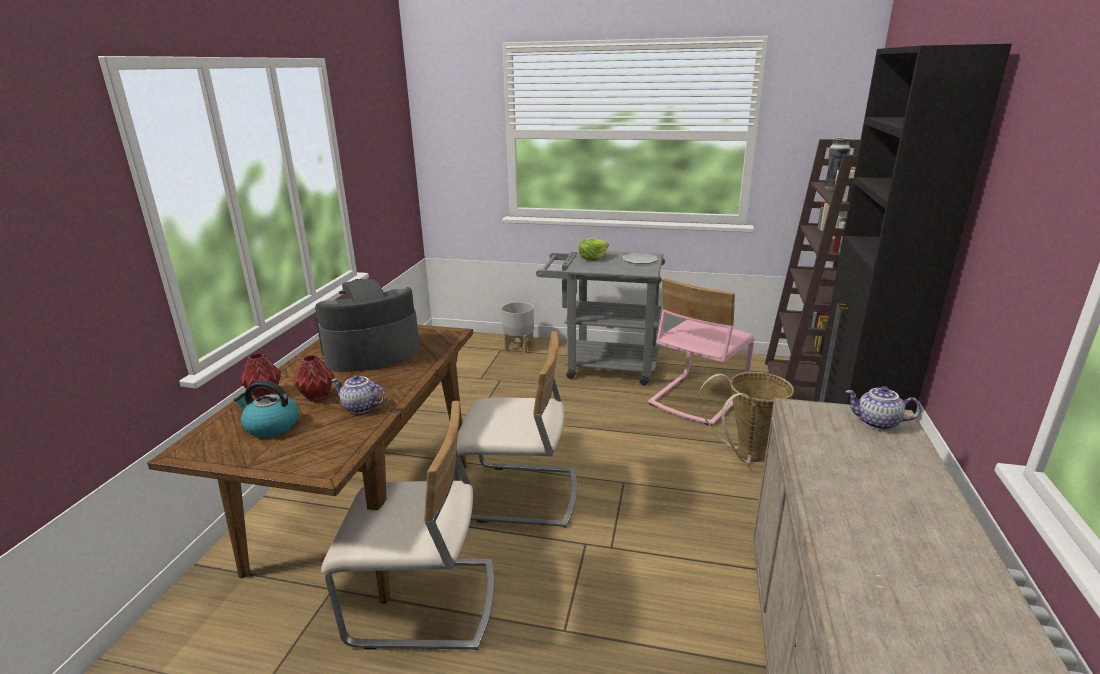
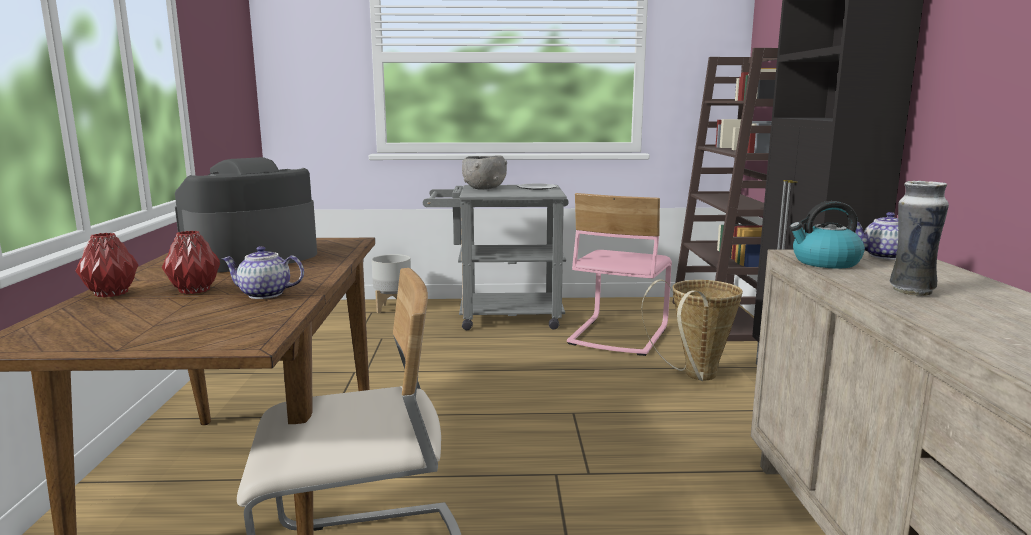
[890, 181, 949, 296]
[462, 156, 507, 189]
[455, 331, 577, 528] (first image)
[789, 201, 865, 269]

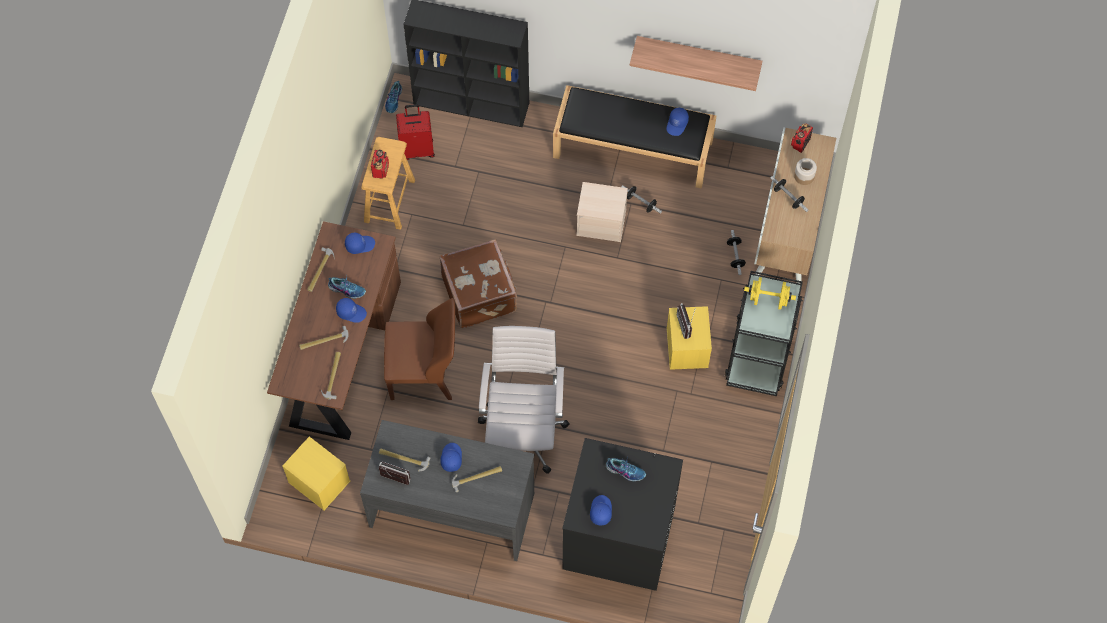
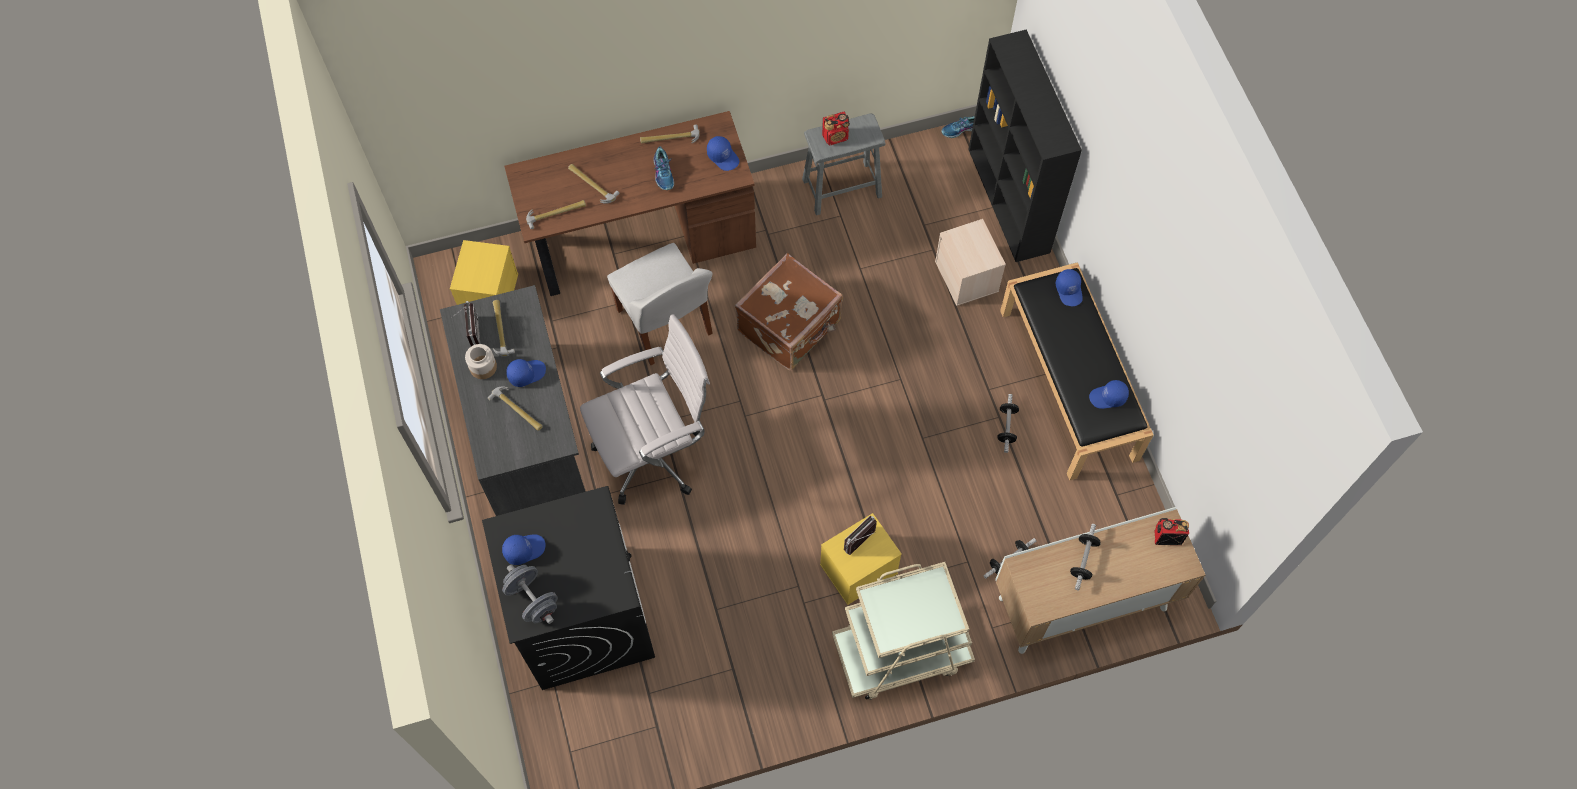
[630, 36, 762, 91] (first image)
[396, 104, 435, 160] (first image)
[802, 113, 886, 215]
[465, 344, 497, 379]
[935, 219, 1006, 306]
[832, 562, 975, 700]
[744, 277, 796, 310] (first image)
[1056, 269, 1083, 306]
[607, 243, 713, 365]
[606, 456, 646, 481] (first image)
[502, 564, 558, 624]

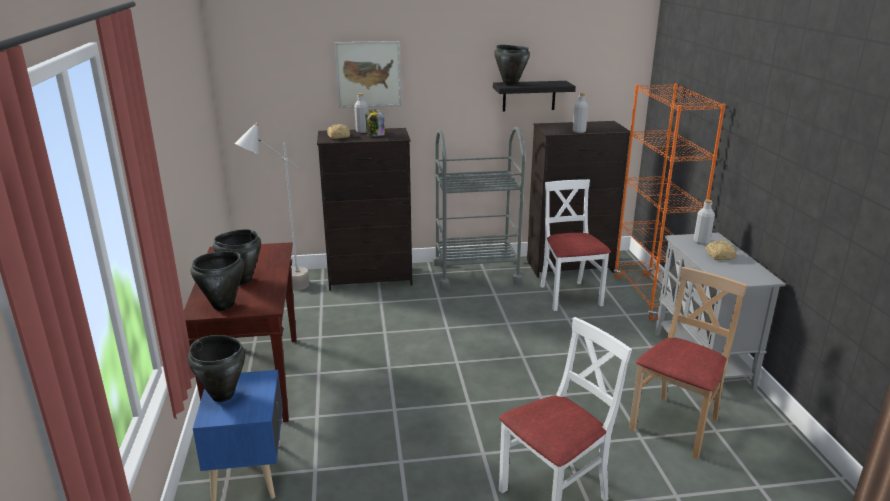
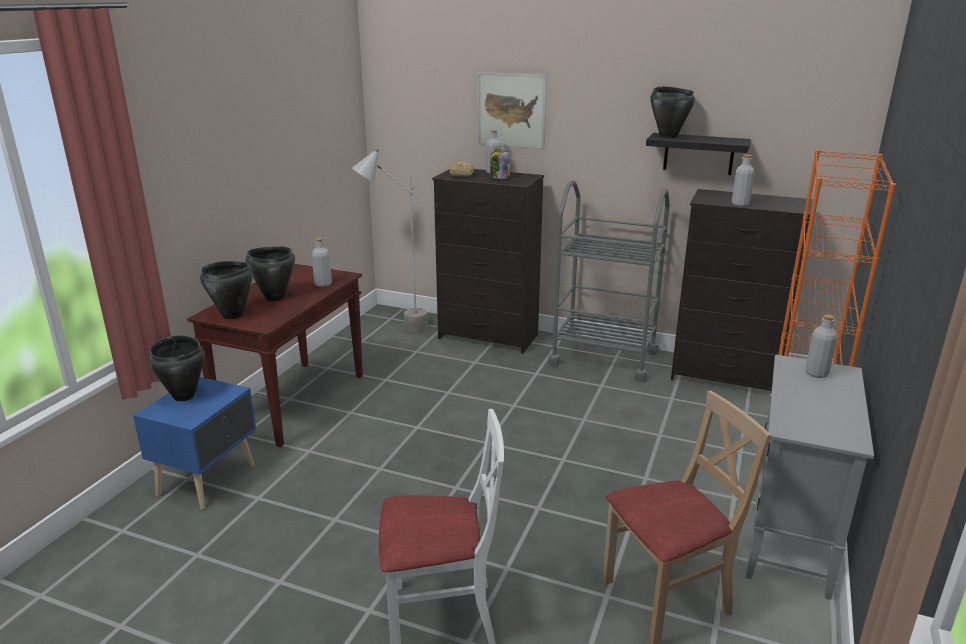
[540, 179, 611, 311] (first image)
[706, 241, 737, 260] (first image)
[312, 238, 332, 287]

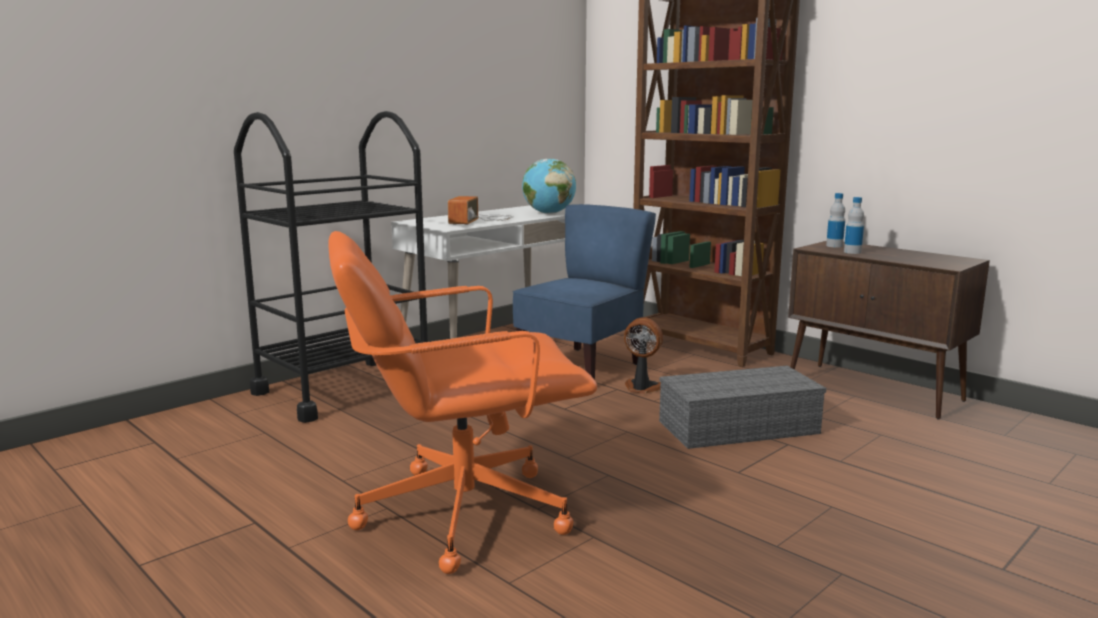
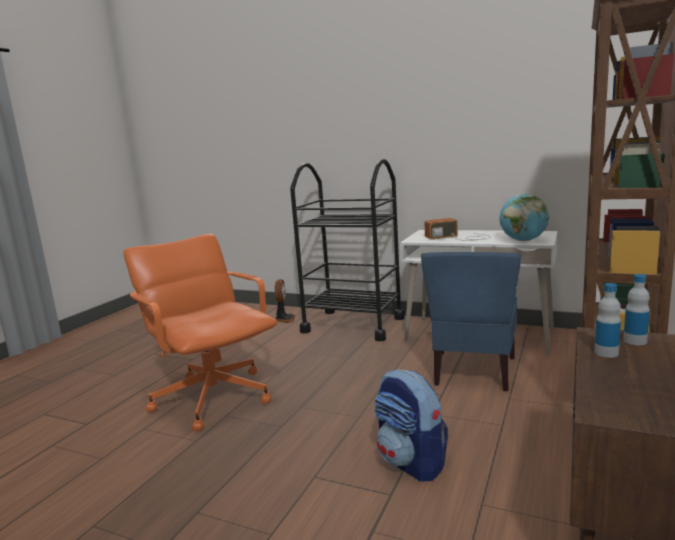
[421, 252, 521, 391]
[275, 279, 295, 323]
[374, 369, 448, 482]

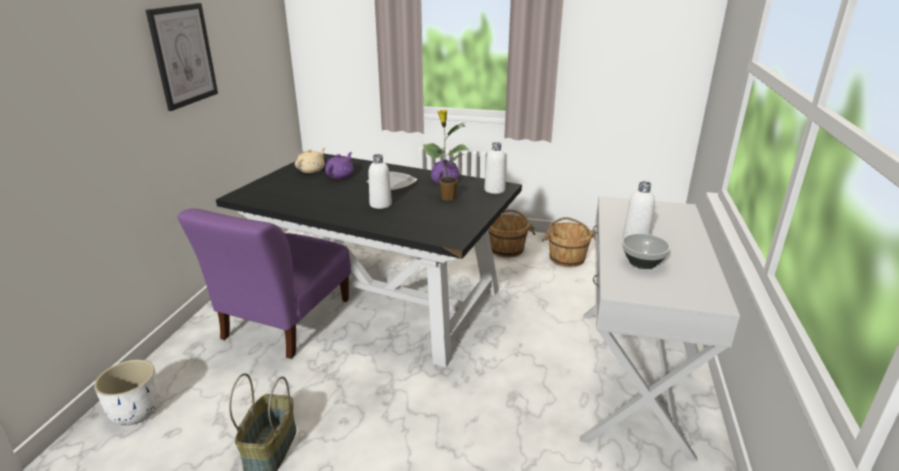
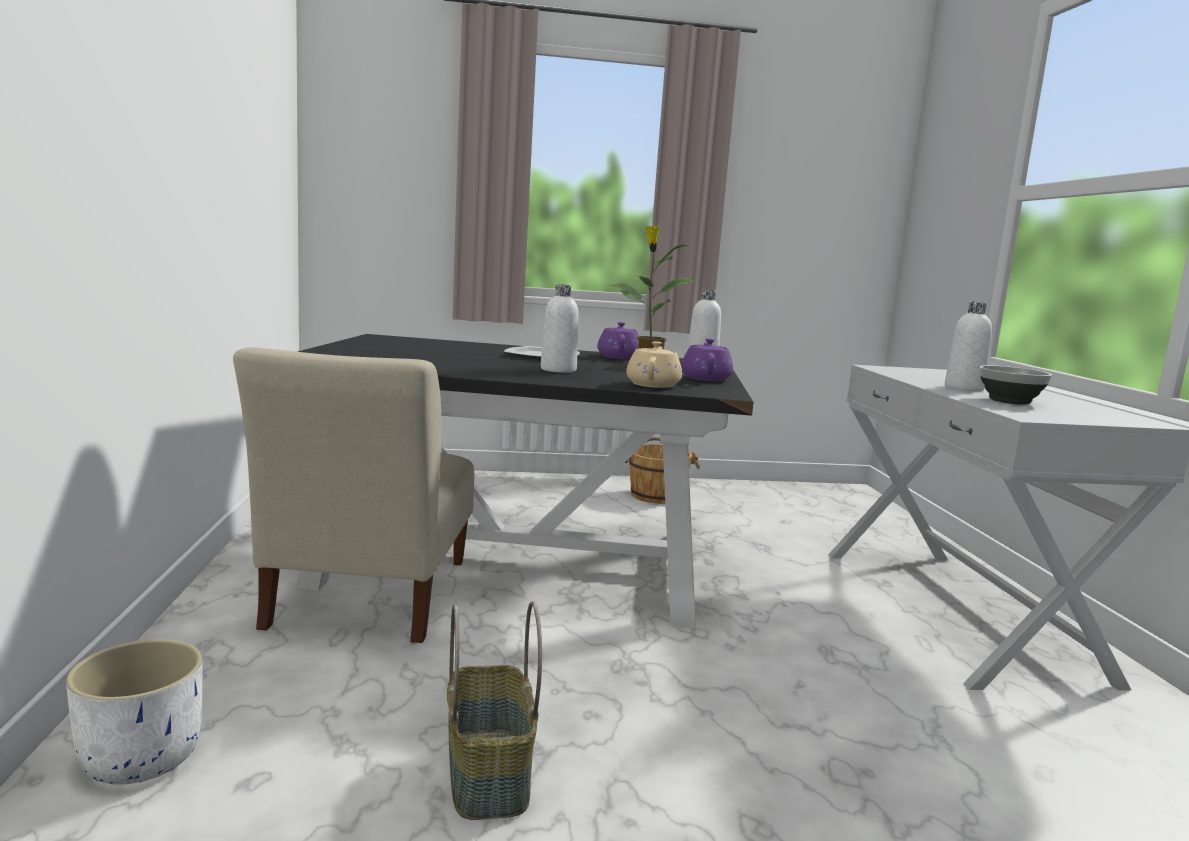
[146, 3, 218, 111] (first image)
[626, 341, 682, 388]
[681, 338, 733, 381]
[233, 347, 474, 643]
[541, 217, 596, 267] (first image)

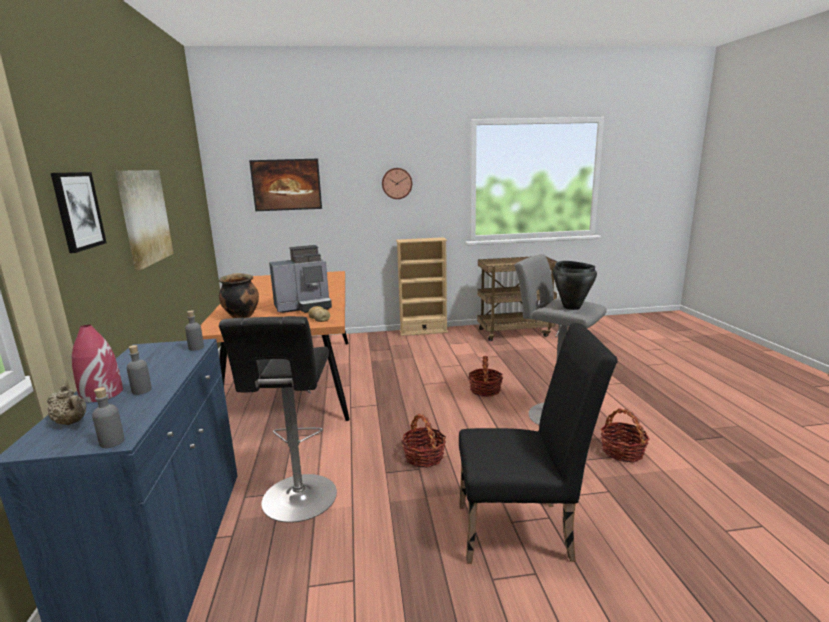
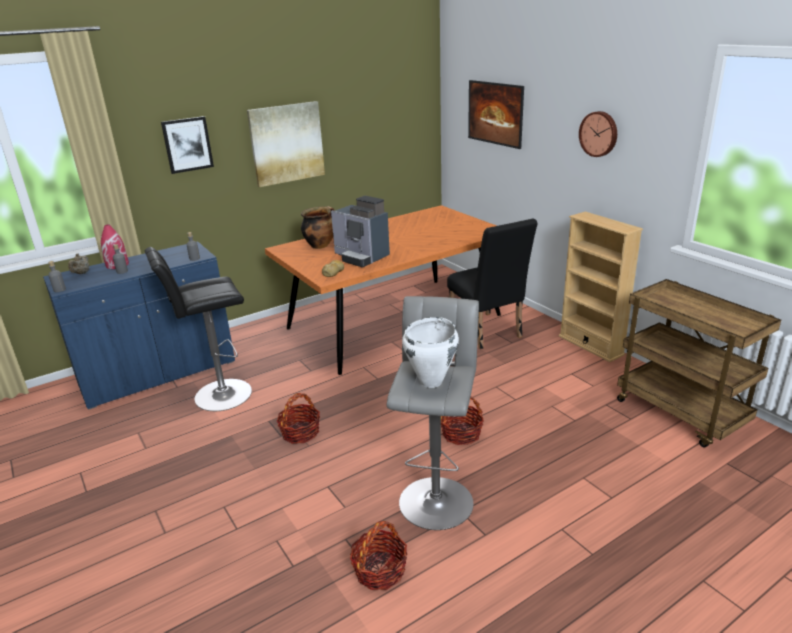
[402, 317, 459, 388]
[447, 219, 538, 349]

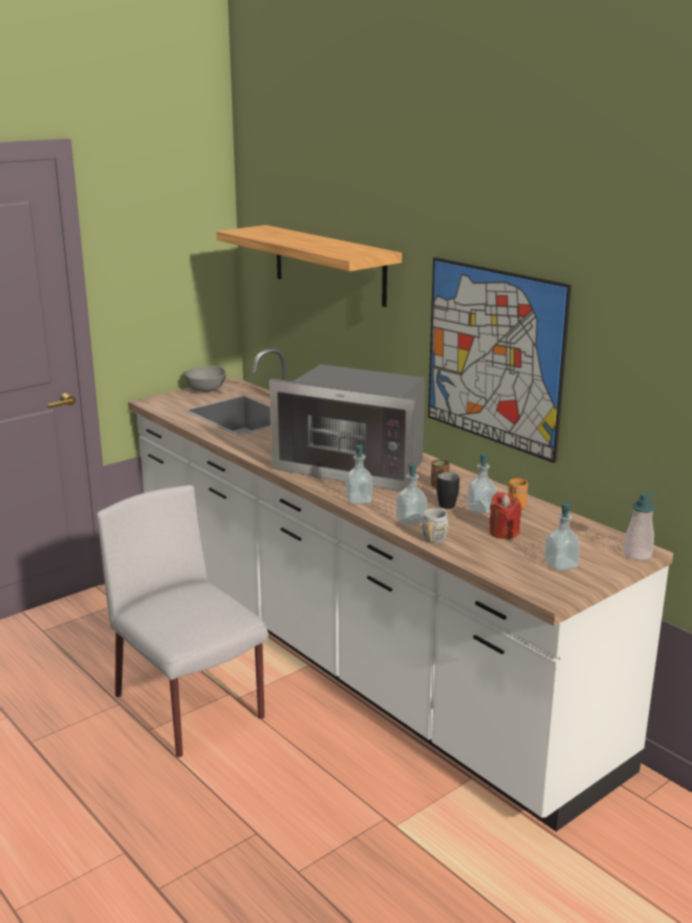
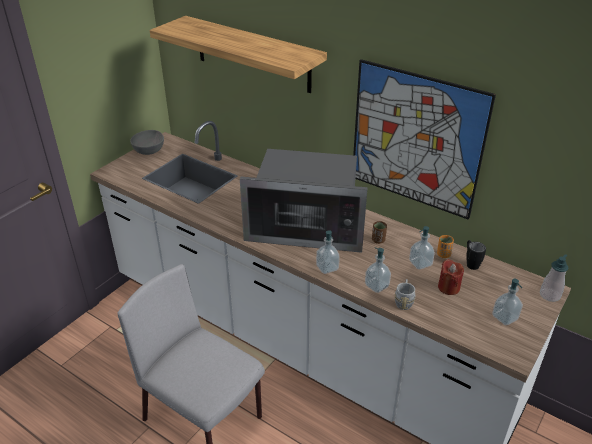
[466, 240, 486, 270]

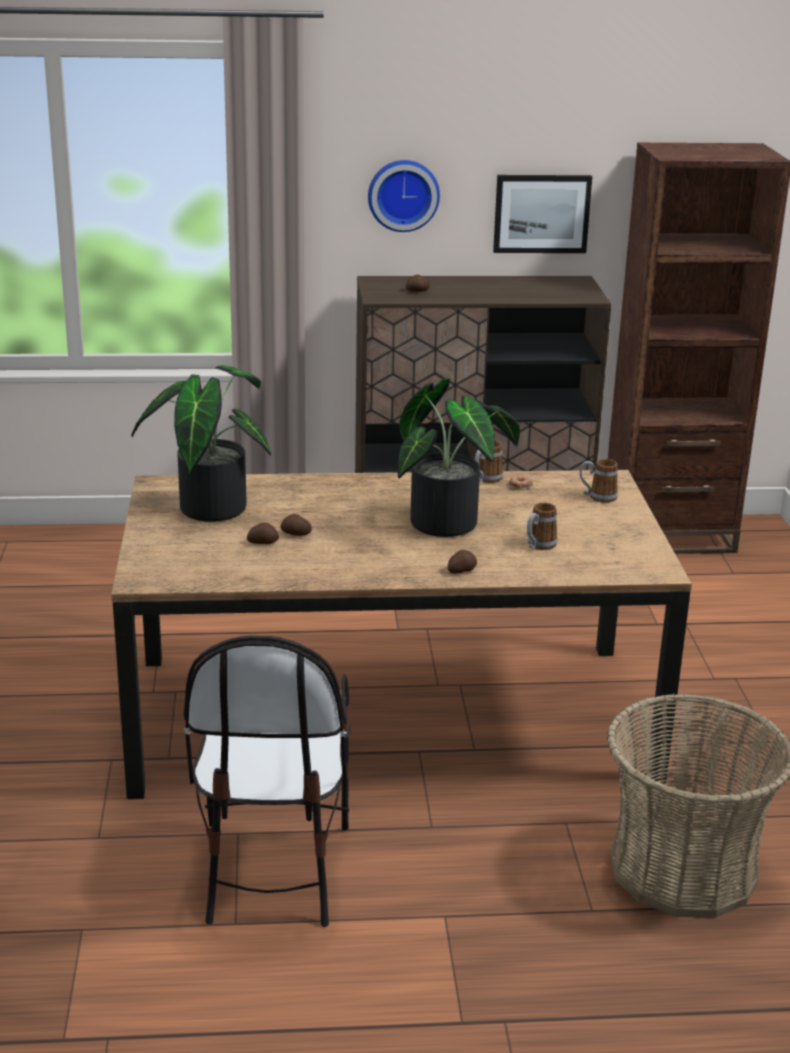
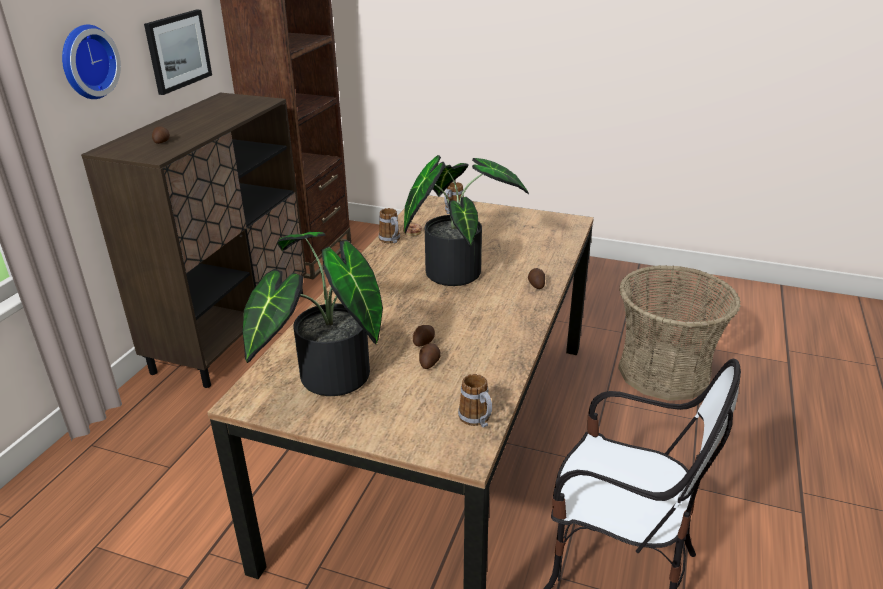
[458, 374, 492, 428]

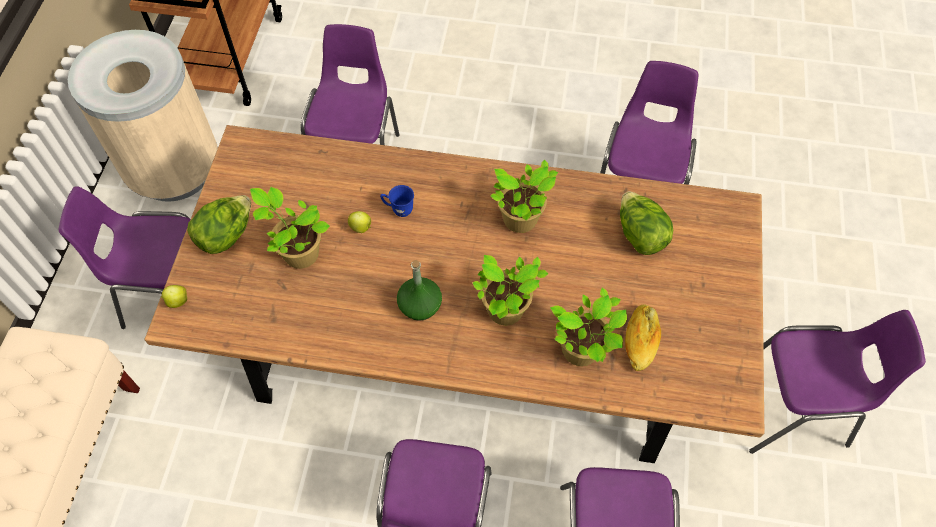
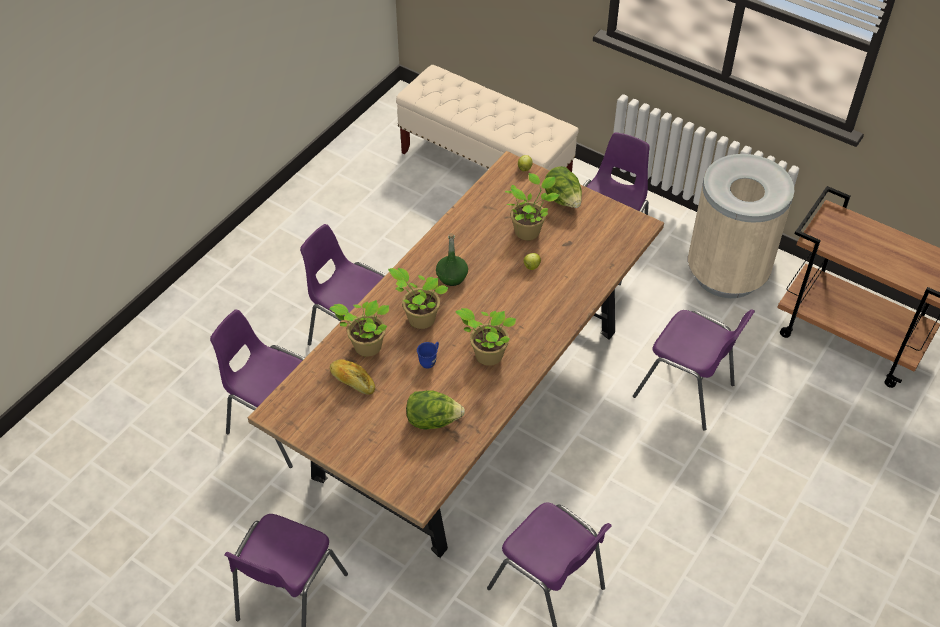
[417, 342, 439, 369]

